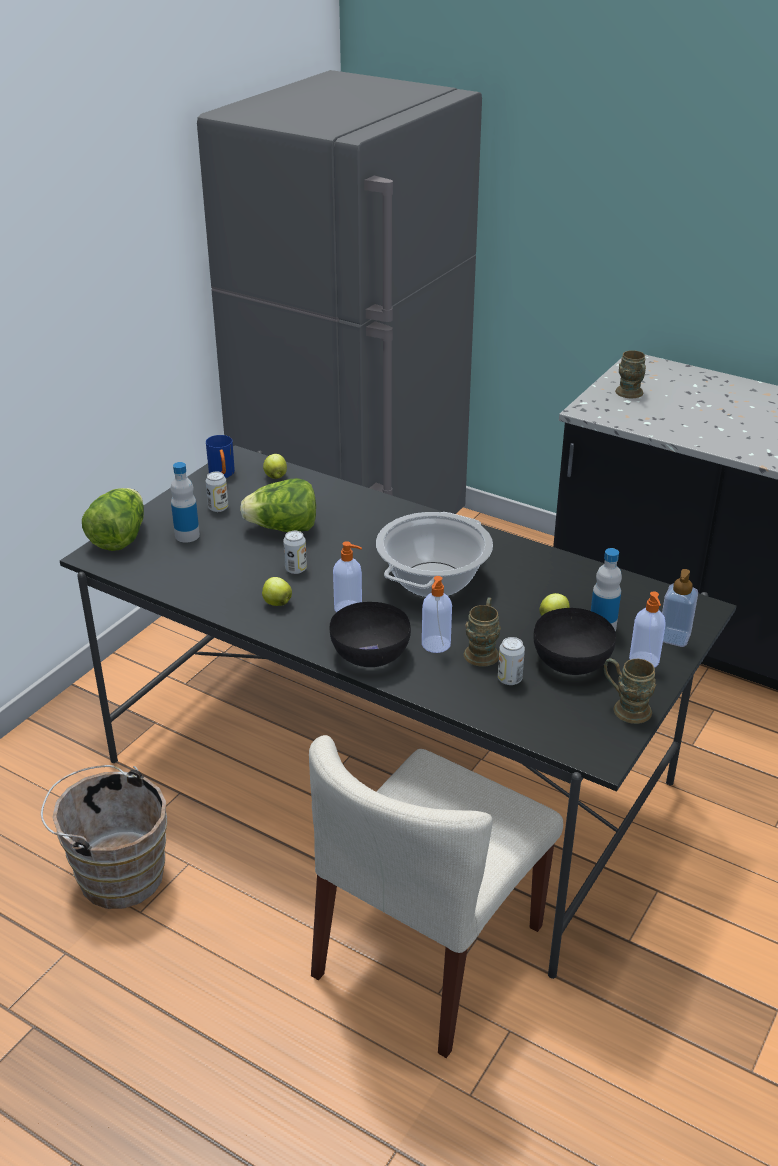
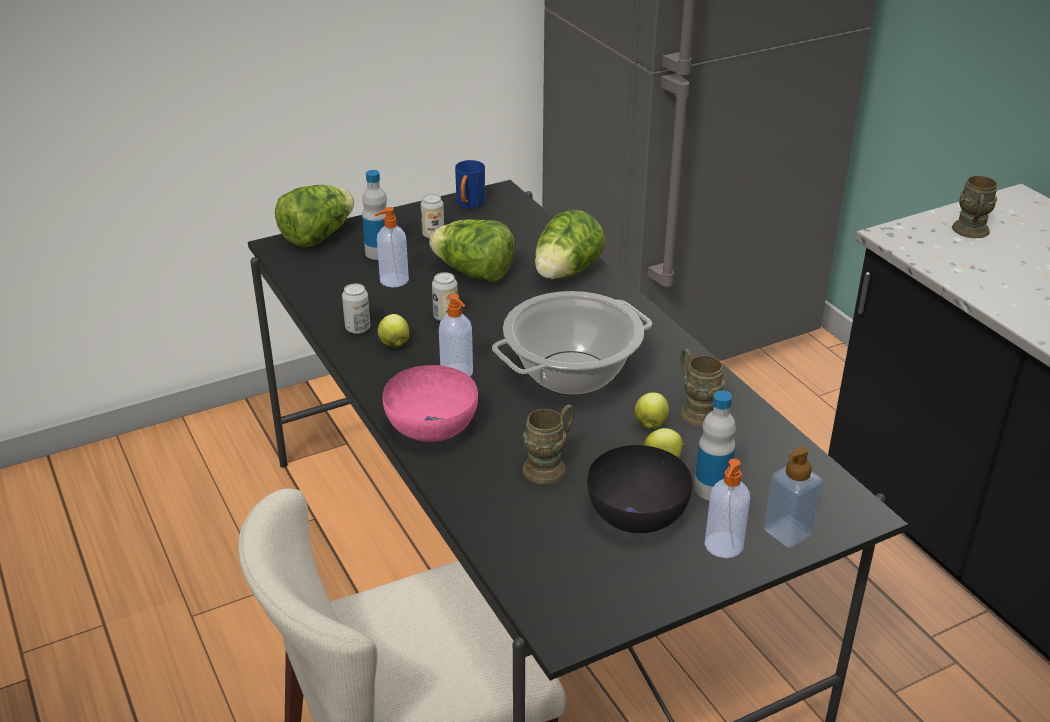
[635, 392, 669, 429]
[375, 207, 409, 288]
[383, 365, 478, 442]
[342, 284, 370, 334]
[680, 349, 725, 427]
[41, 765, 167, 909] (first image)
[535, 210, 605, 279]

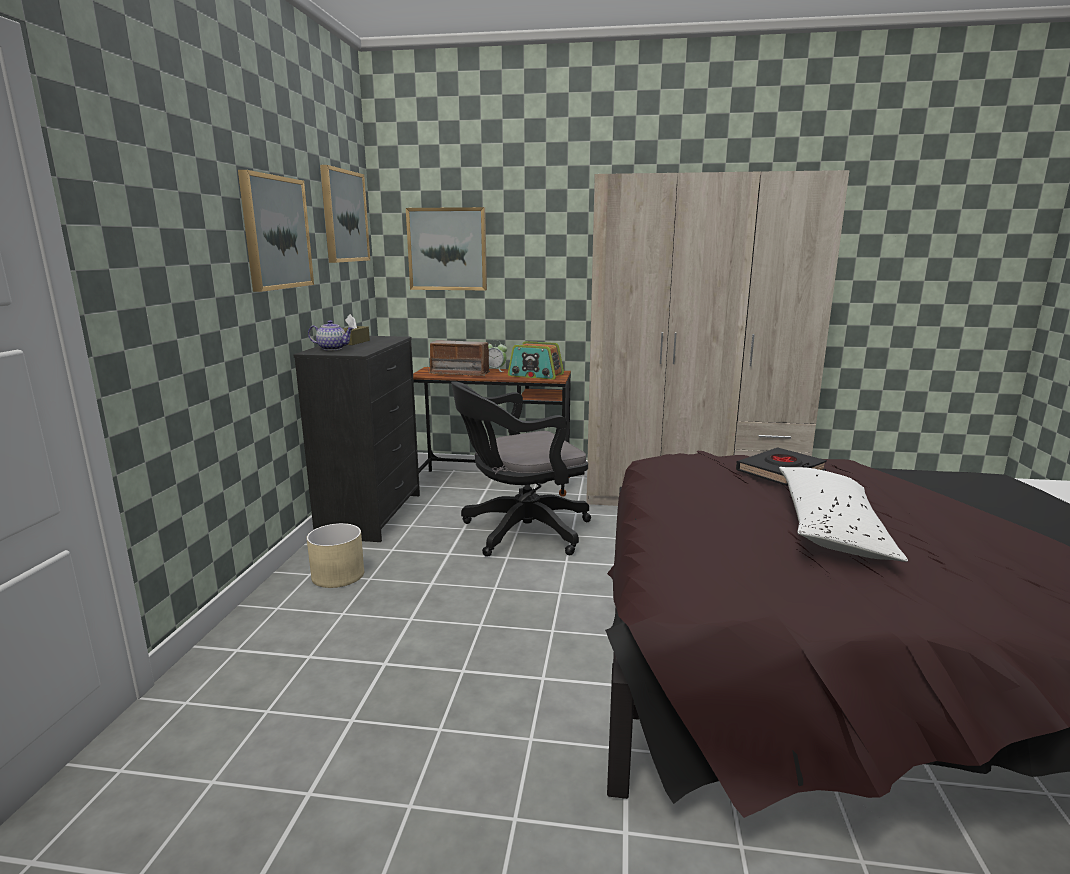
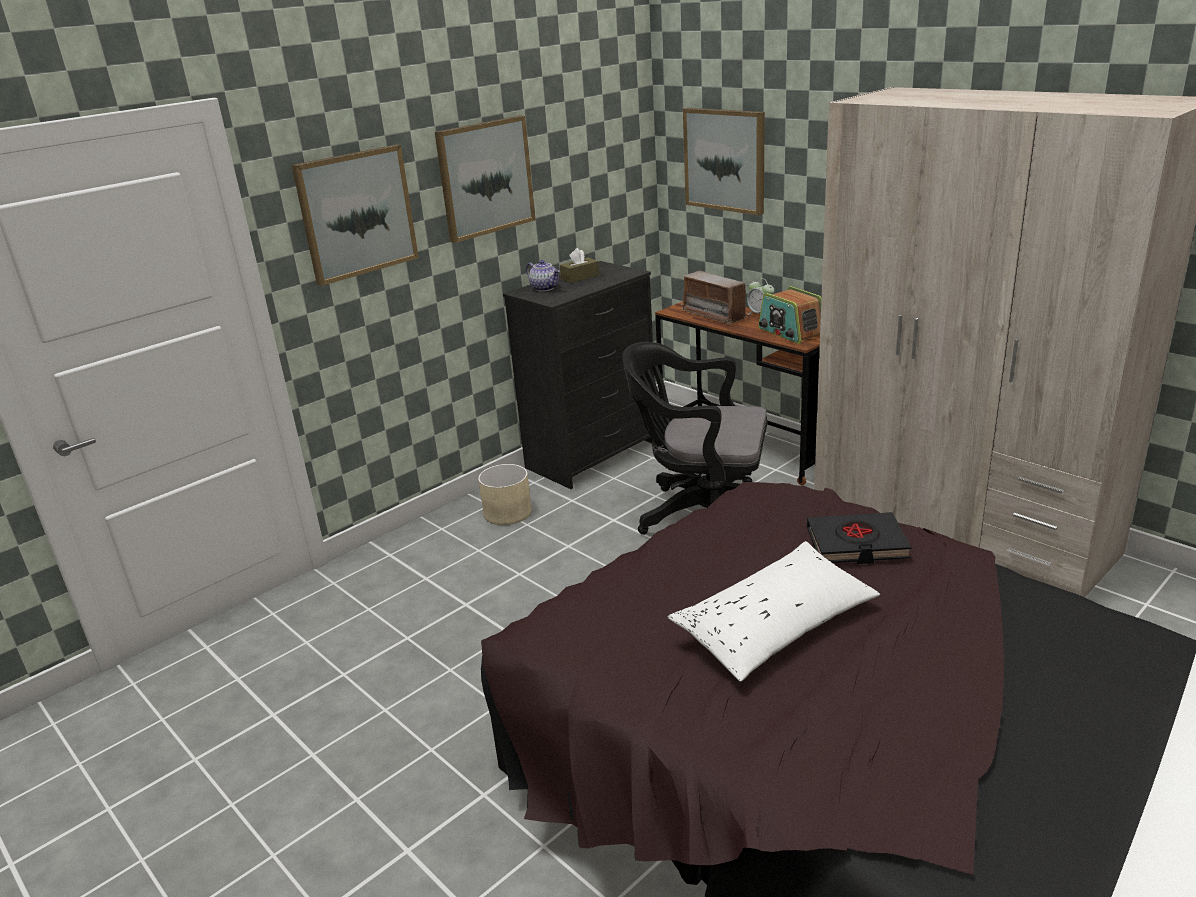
[292, 144, 419, 286]

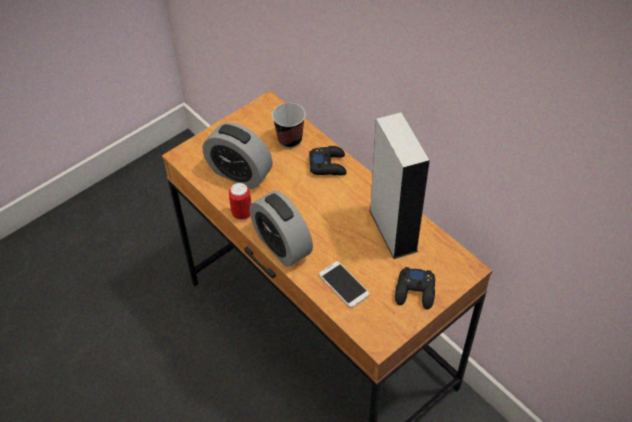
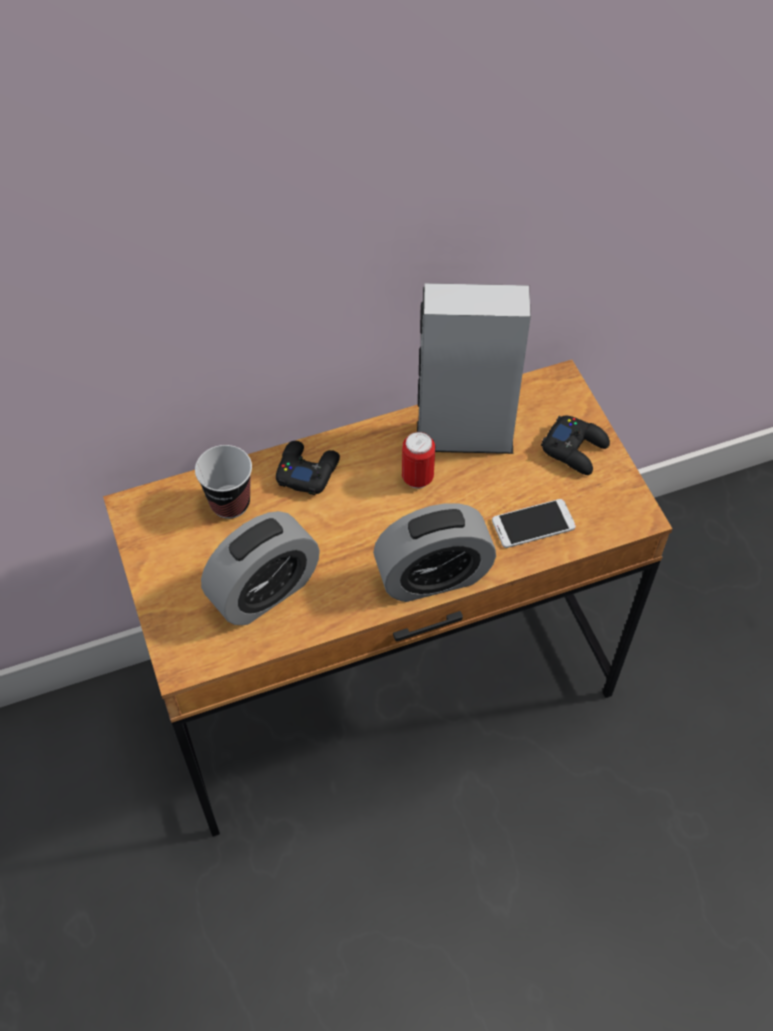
[402, 432, 435, 489]

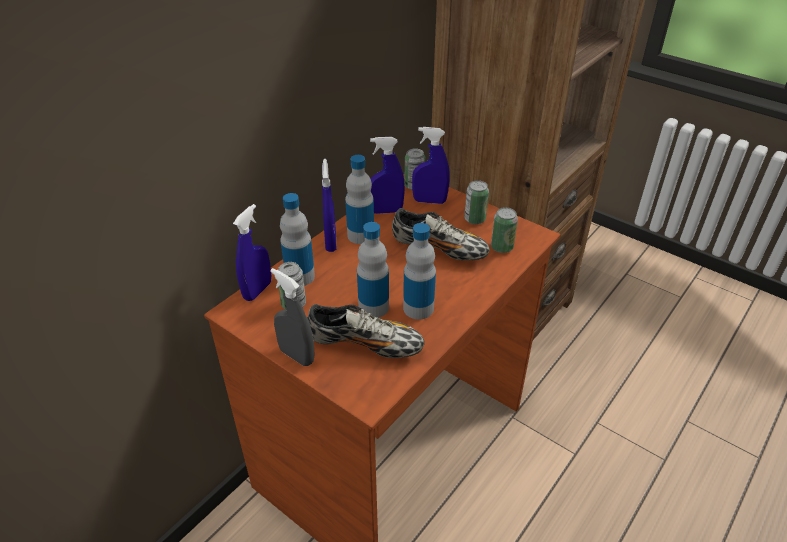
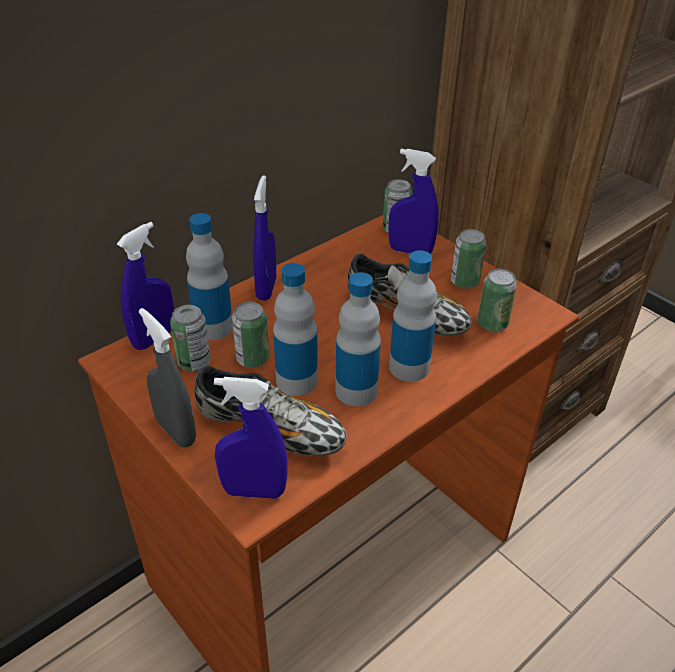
[214, 377, 287, 499]
[389, 250, 437, 382]
[232, 302, 269, 368]

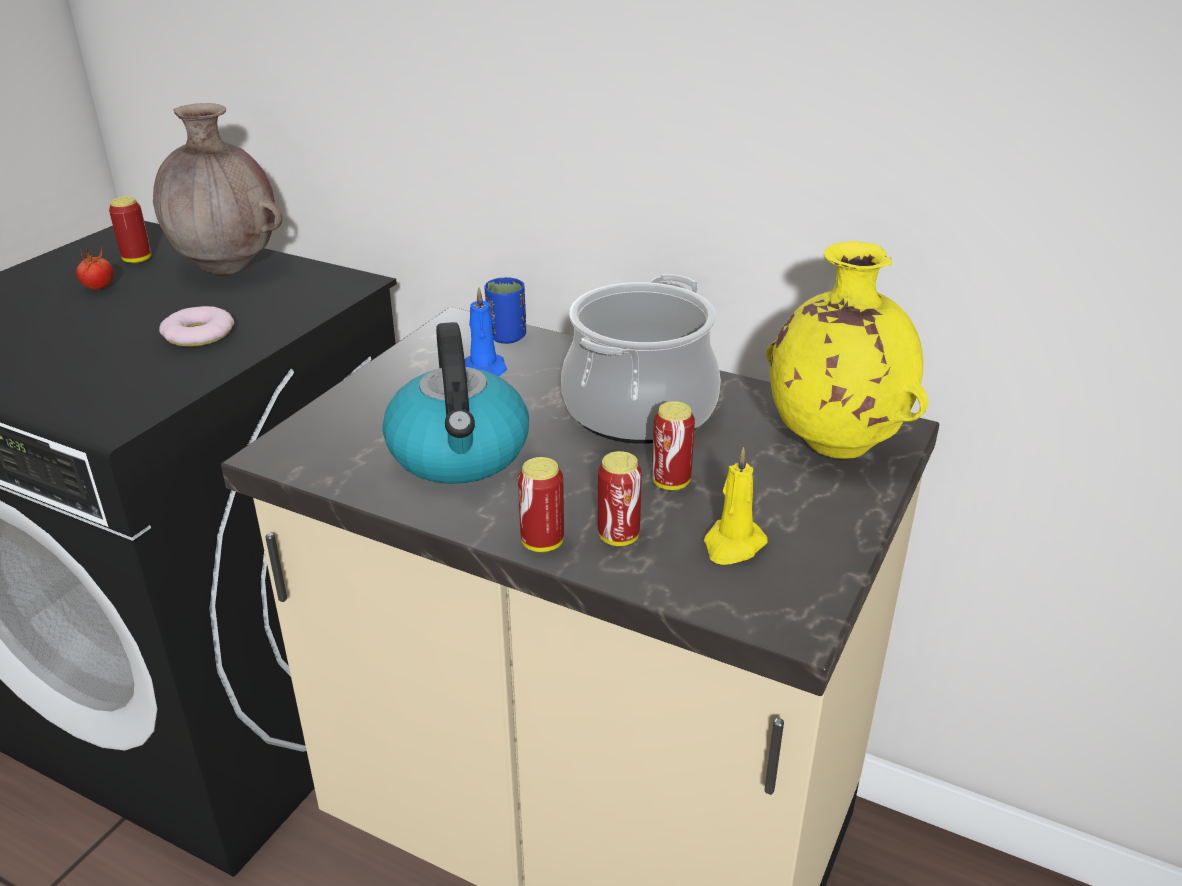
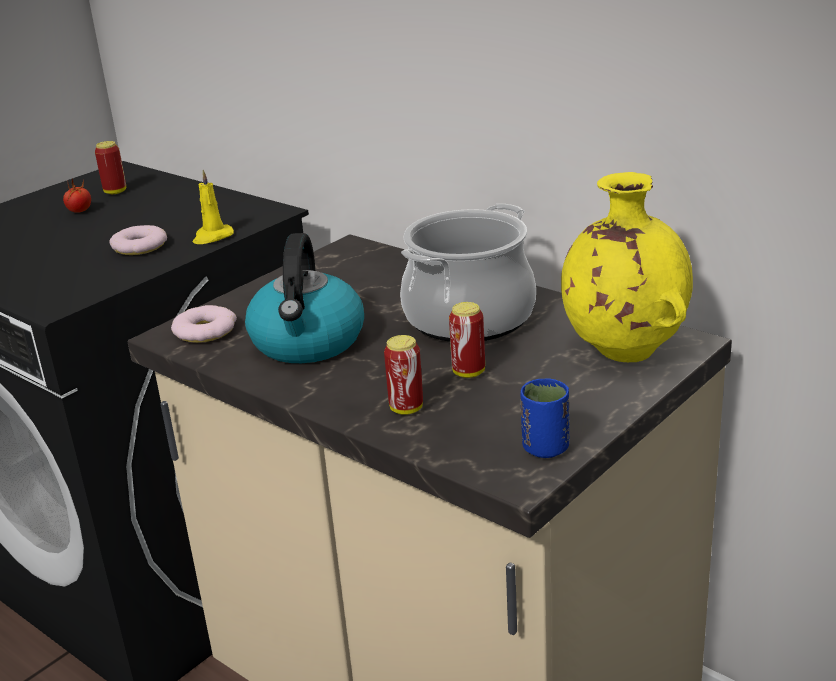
[153, 103, 282, 275] (first image)
[520, 378, 569, 458]
[465, 288, 507, 376] (first image)
[193, 170, 234, 244]
[518, 457, 564, 552] (first image)
[171, 305, 237, 343]

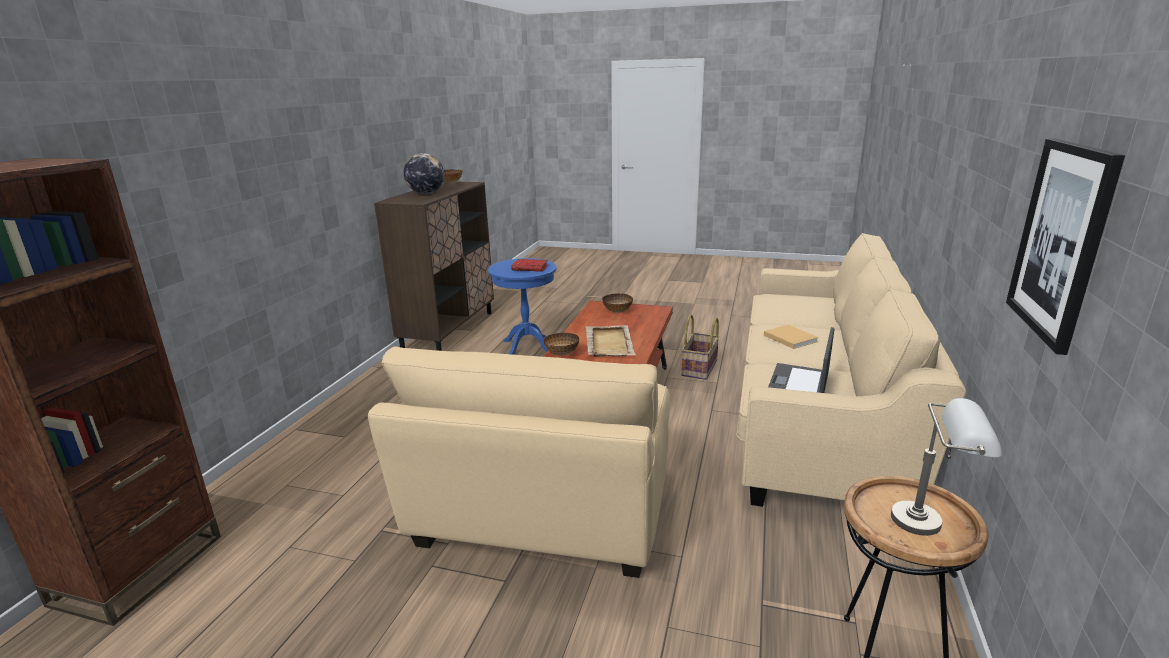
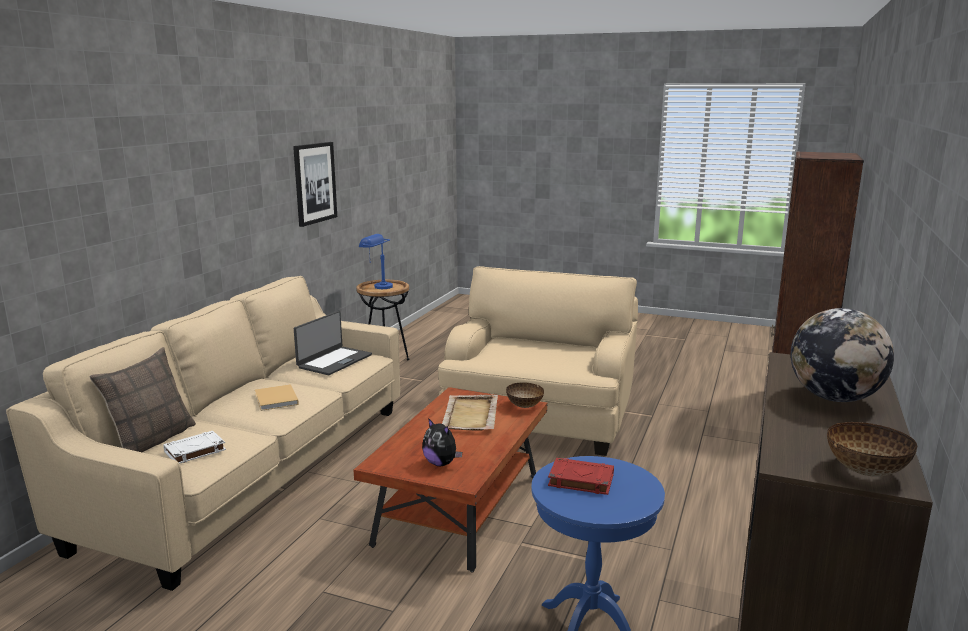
[422, 418, 462, 466]
[681, 314, 720, 380] (first image)
[359, 234, 393, 289]
[89, 347, 196, 452]
[163, 431, 226, 463]

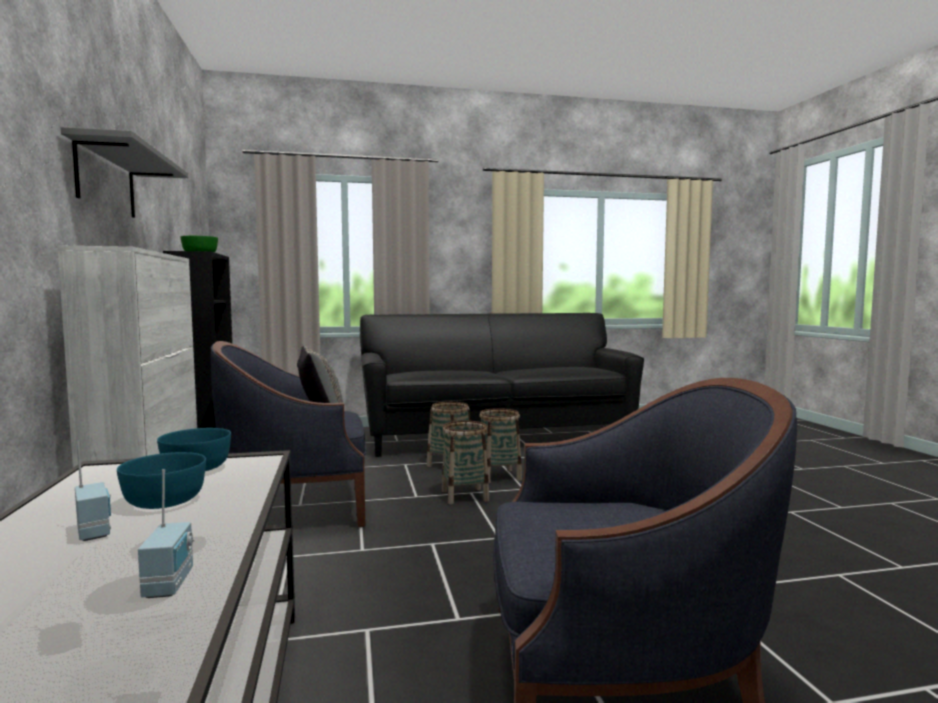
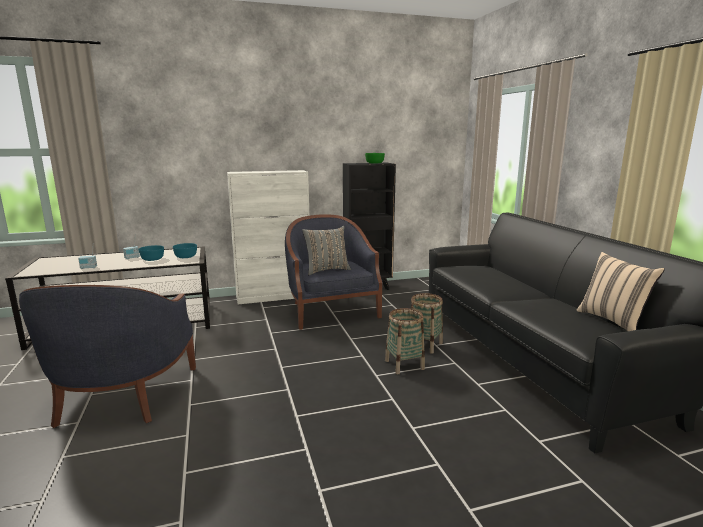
[61, 127, 188, 218] (first image)
[442, 421, 489, 504] (first image)
[577, 252, 665, 331]

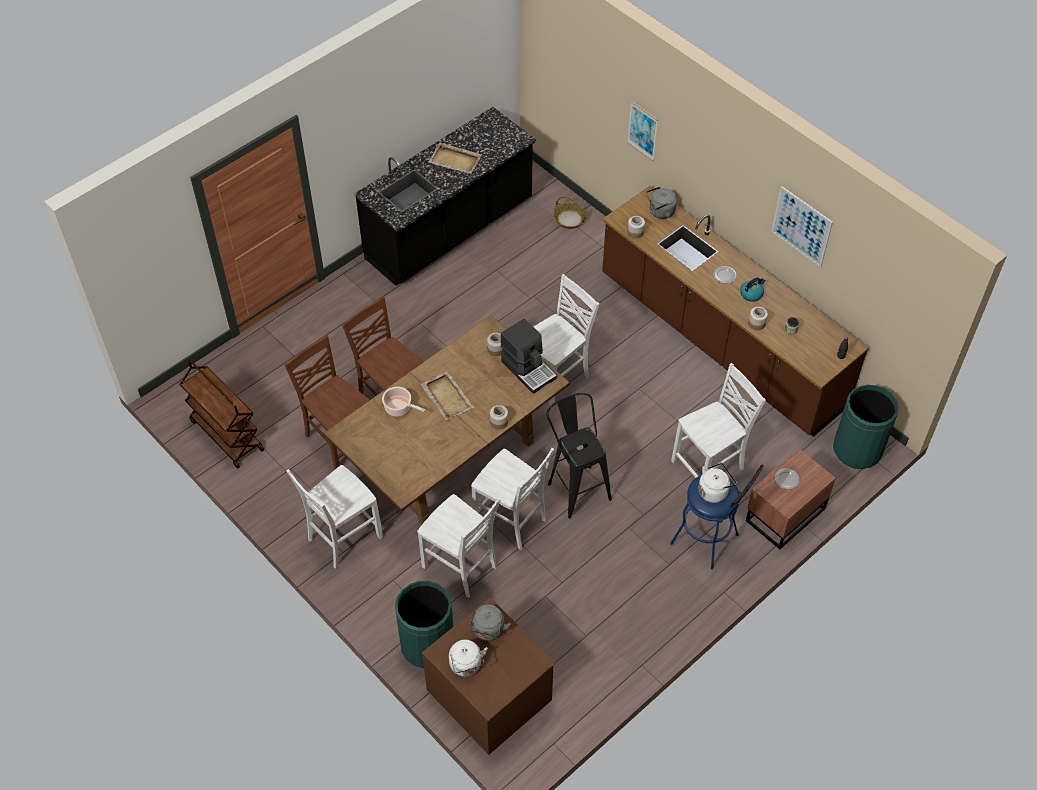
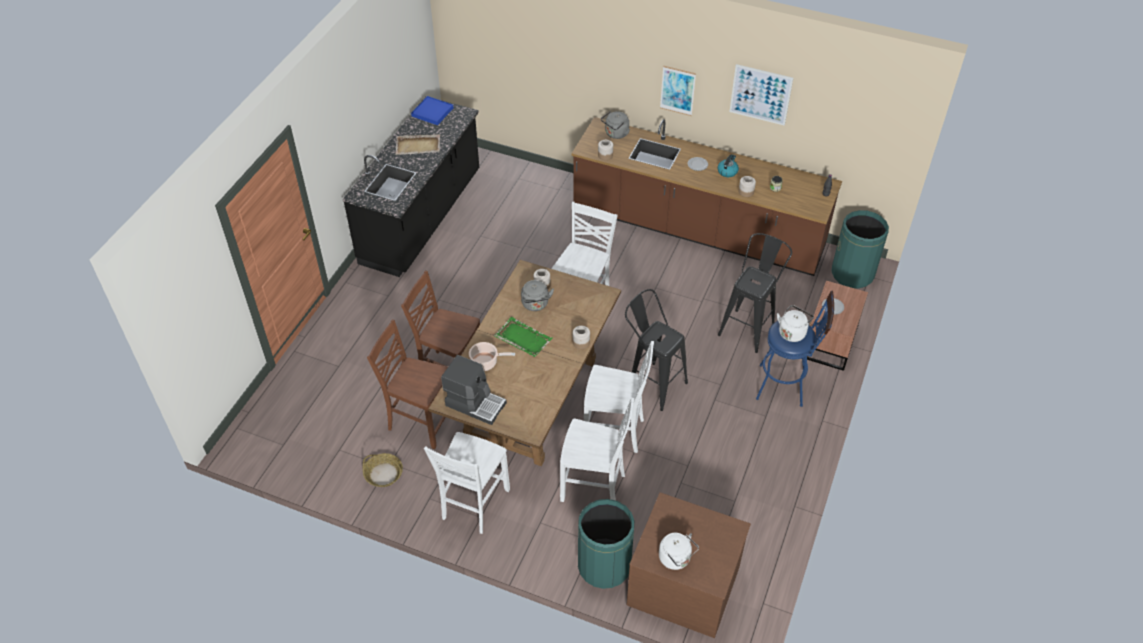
[660, 66, 696, 116]
[363, 453, 403, 487]
[441, 355, 507, 425]
[180, 359, 264, 469] (first image)
[718, 233, 792, 353]
[494, 317, 553, 357]
[521, 280, 554, 311]
[411, 96, 453, 125]

